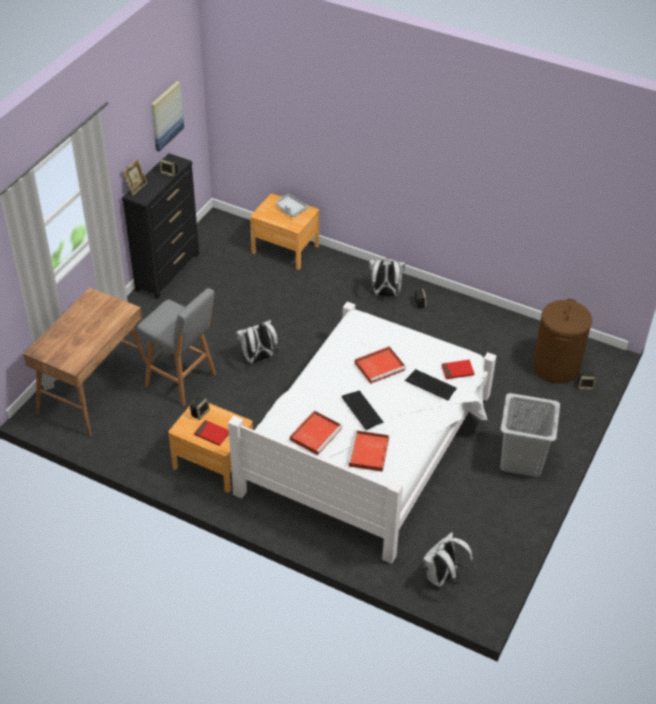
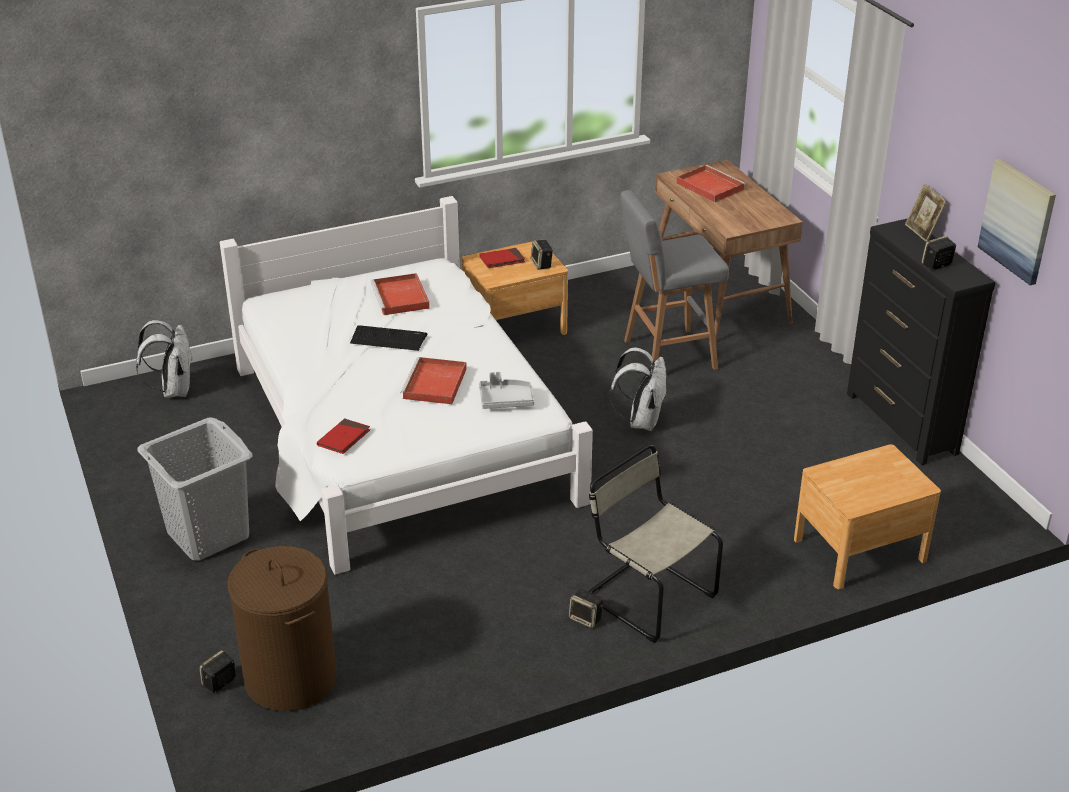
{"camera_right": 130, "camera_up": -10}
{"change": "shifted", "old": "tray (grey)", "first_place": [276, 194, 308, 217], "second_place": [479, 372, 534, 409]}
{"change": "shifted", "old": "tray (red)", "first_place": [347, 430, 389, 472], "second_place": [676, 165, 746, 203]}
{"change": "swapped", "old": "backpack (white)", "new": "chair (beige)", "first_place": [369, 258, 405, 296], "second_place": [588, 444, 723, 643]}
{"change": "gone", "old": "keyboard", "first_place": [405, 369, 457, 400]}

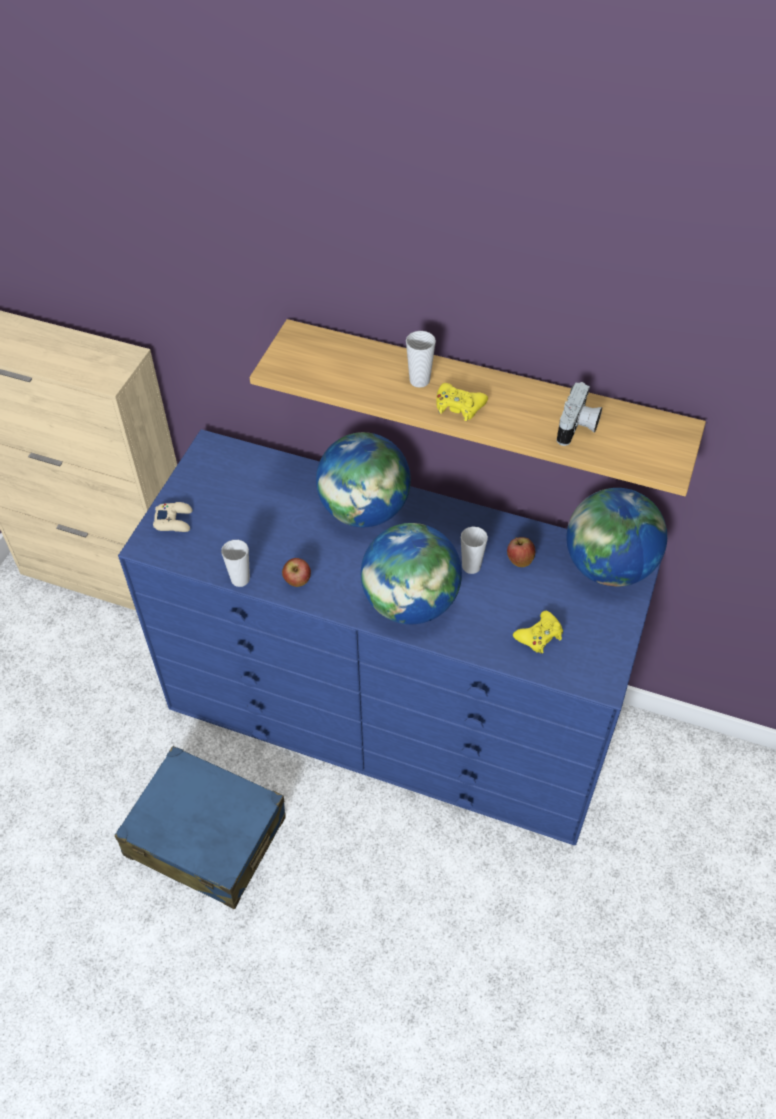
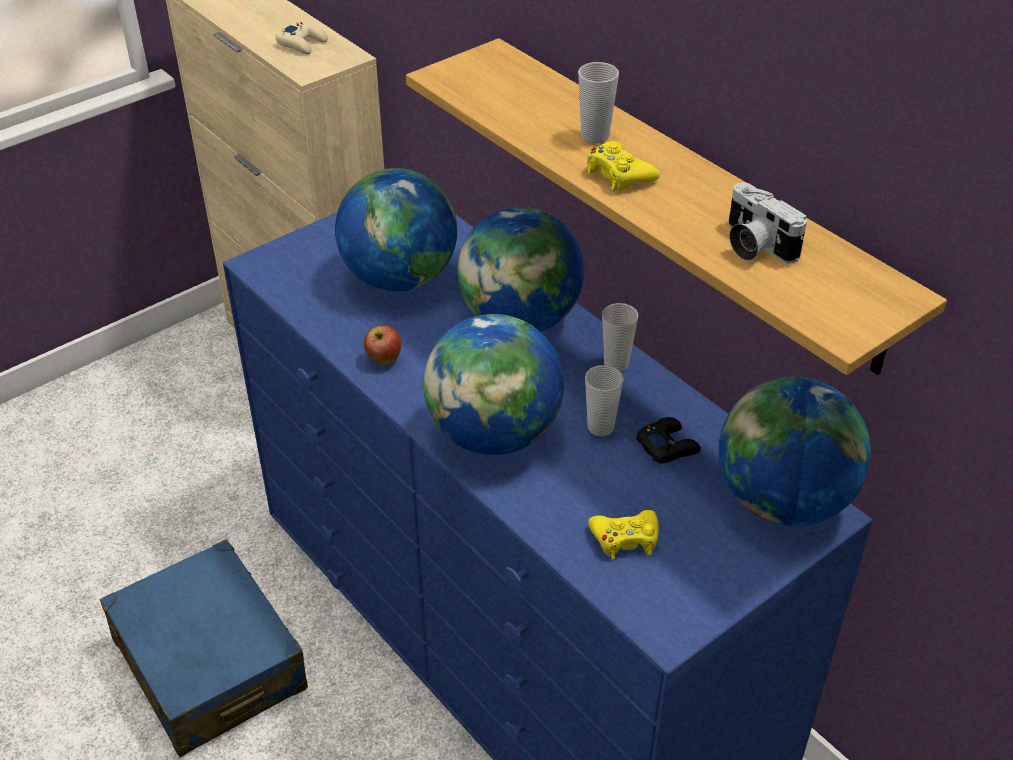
{"camera_right": 30, "camera_up": -10}
{"change": "shifted", "old": "game controller (beige)", "first_place": [153, 502, 192, 532], "second_place": [275, 22, 328, 54]}
{"change": "shifted", "old": "cup", "first_place": [221, 540, 250, 587], "second_place": [602, 303, 638, 371]}
{"change": "swapped", "old": "apple", "new": "game controller (black)", "first_place": [507, 537, 535, 567], "second_place": [636, 417, 701, 463]}
{"change": "rotated", "old": "photo camera", "first_place": [557, 382, 602, 446], "second_place": [729, 182, 807, 264], "degrees": 90}
{"change": "new", "new": "globe", "second_place": [335, 168, 457, 292]}

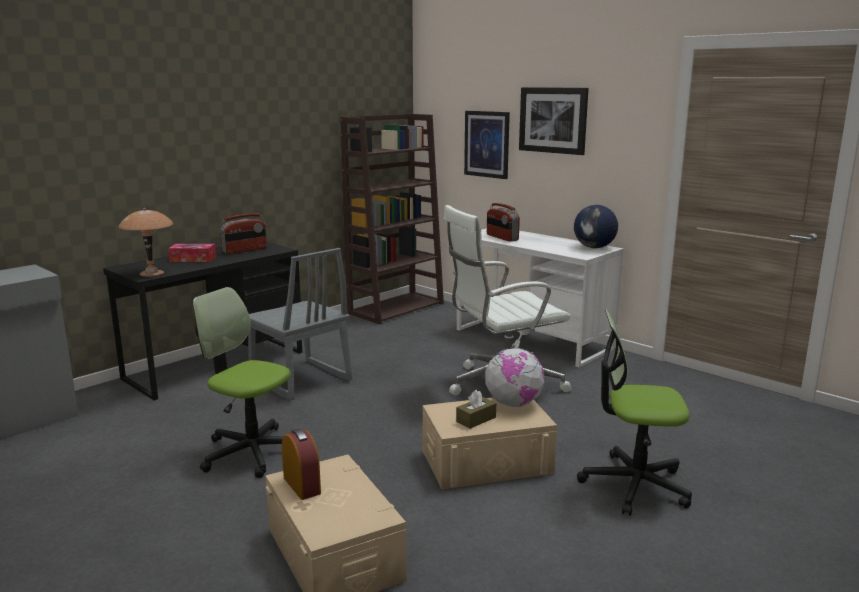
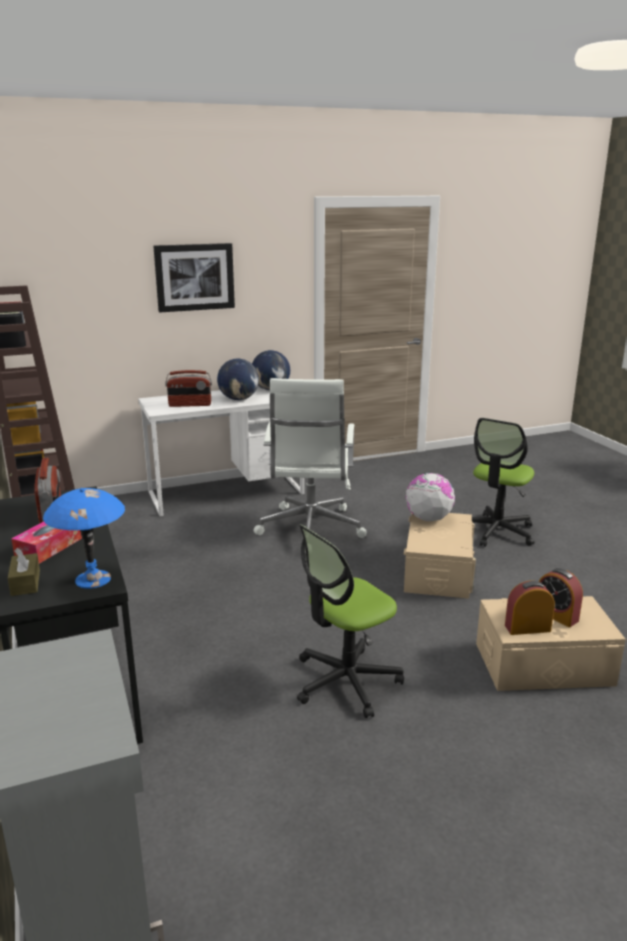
{"camera_right": -65, "camera_up": 5}
{"change": "repainted", "old": "table lamp (brown)", "new": "table lamp (blue)", "first_place": [118, 208, 173, 277], "second_place": [43, 488, 125, 589]}
{"change": "gone", "old": "chair (grey)", "first_place": [248, 248, 352, 400]}
{"change": "shifted", "old": "tissue box (brown)", "first_place": [456, 390, 496, 429], "second_place": [8, 547, 40, 596]}
{"change": "gone", "old": "picture", "first_place": [464, 111, 510, 179]}
{"change": "new", "new": "globe", "second_place": [217, 359, 259, 400]}
{"change": "new", "new": "alarm clock", "second_place": [539, 568, 583, 627]}

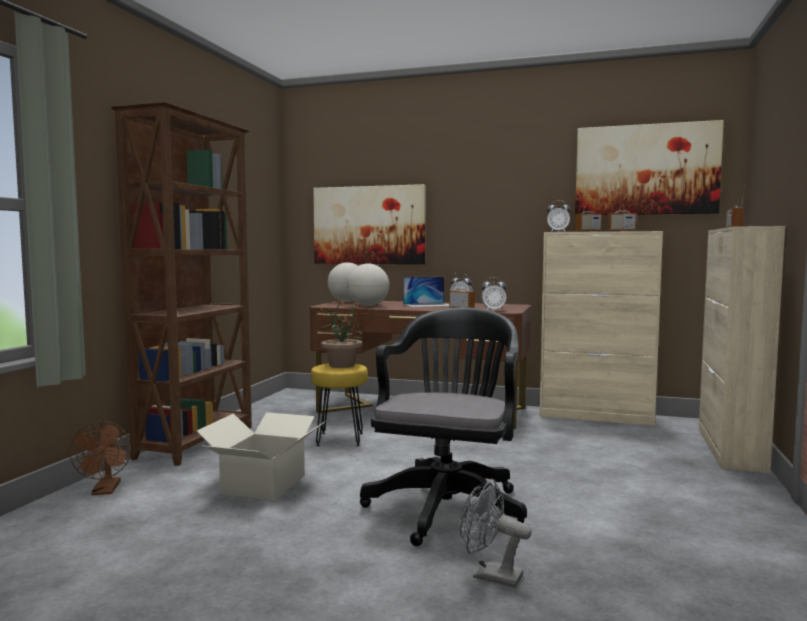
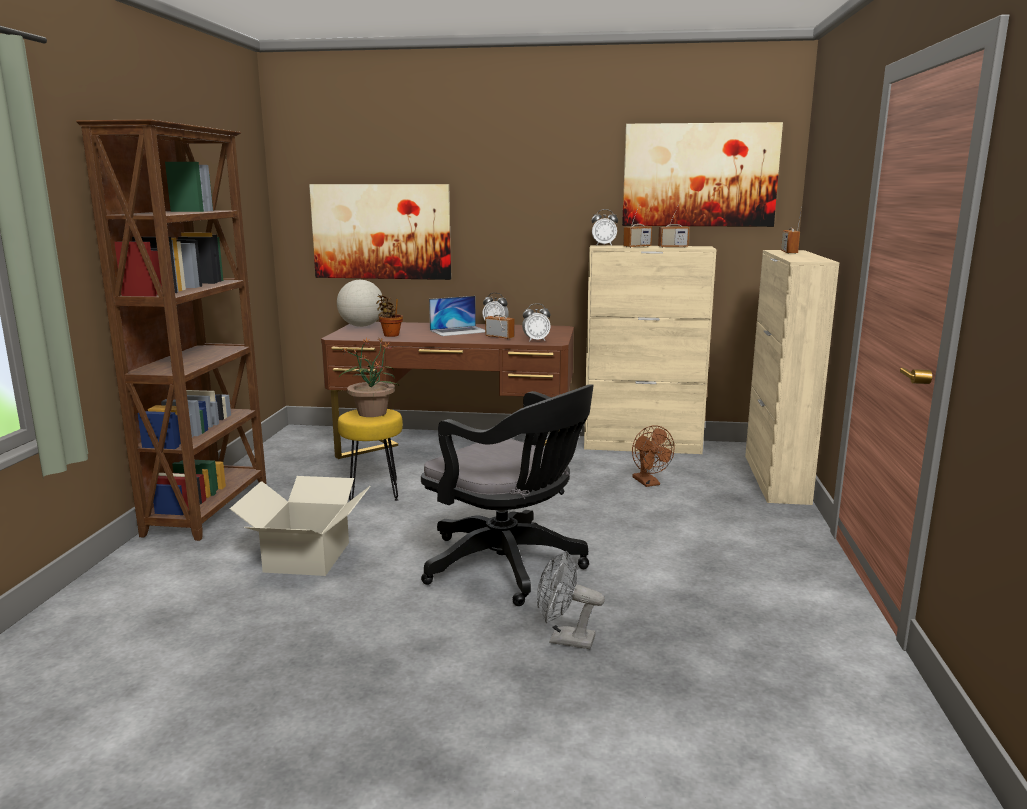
{"camera_right": -10, "camera_up": 10}
{"change": "shifted", "old": "fan (brown)", "first_place": [69, 421, 131, 495], "second_place": [632, 426, 675, 487]}
{"change": "swapped", "old": "globe", "new": "potted plant", "first_place": [347, 264, 389, 306], "second_place": [376, 294, 403, 337]}
{"change": "rotated", "old": "office chair (black)", "first_place": [360, 307, 527, 546], "second_place": [421, 384, 594, 606], "degrees": 120}

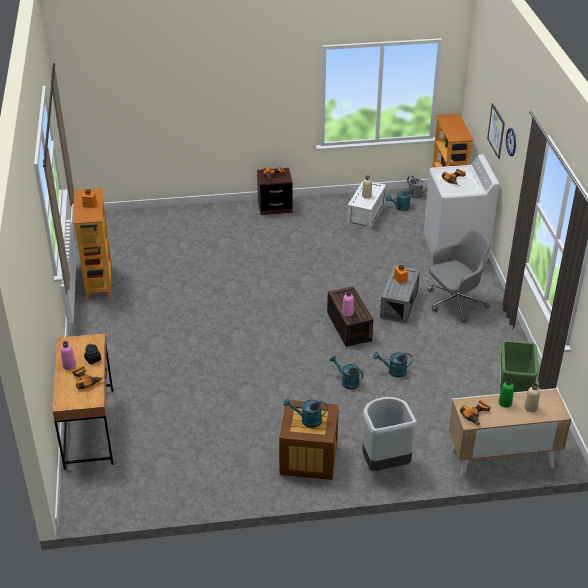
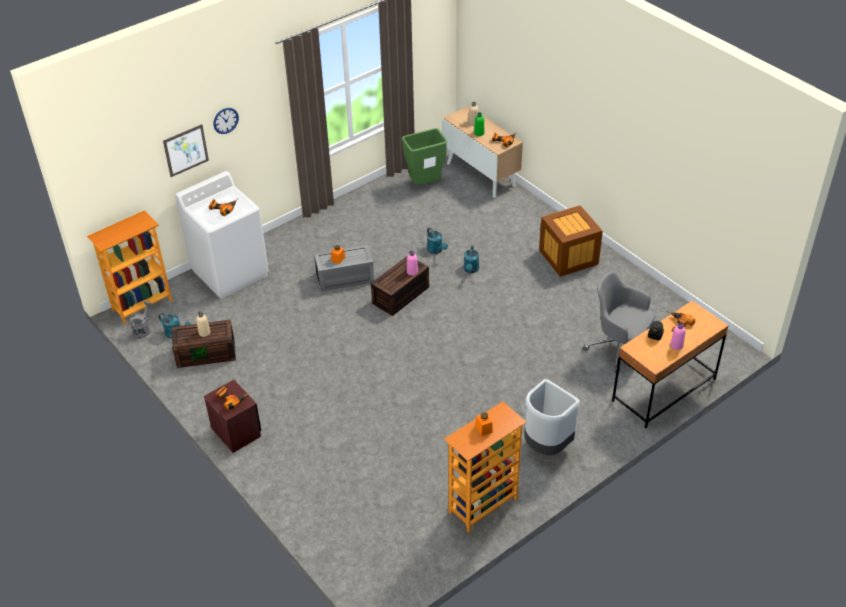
{"camera_right": -120, "camera_up": 5}
{"change": "gone", "old": "watering can (turquoise)", "first_place": [283, 398, 328, 428]}
{"change": "repainted", "old": "storage box (white)", "new": "storage box (brown)", "first_place": [347, 180, 386, 230], "second_place": [172, 320, 236, 368]}
{"change": "shifted", "old": "trash can (grey)", "first_place": [363, 397, 417, 471], "second_place": [525, 379, 580, 455]}
{"change": "shifted", "old": "office chair (grey)", "first_place": [427, 229, 491, 323], "second_place": [583, 272, 655, 373]}

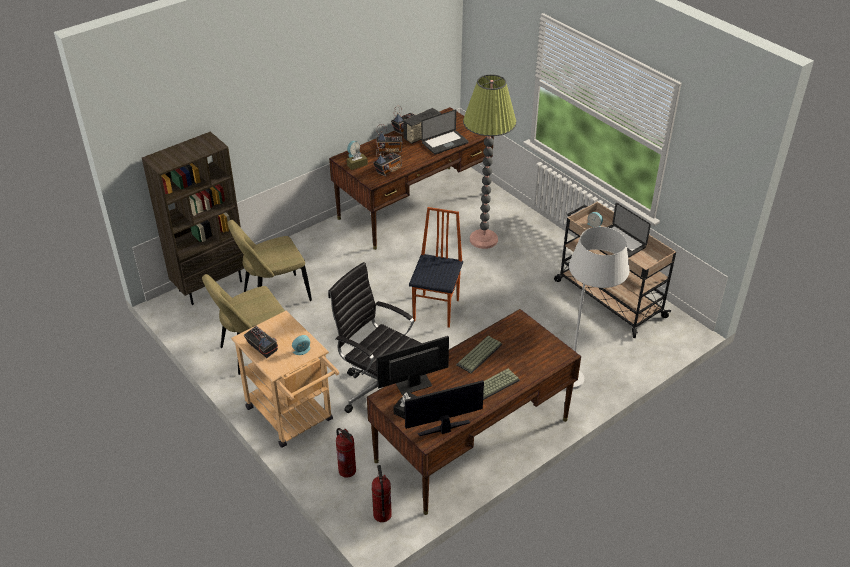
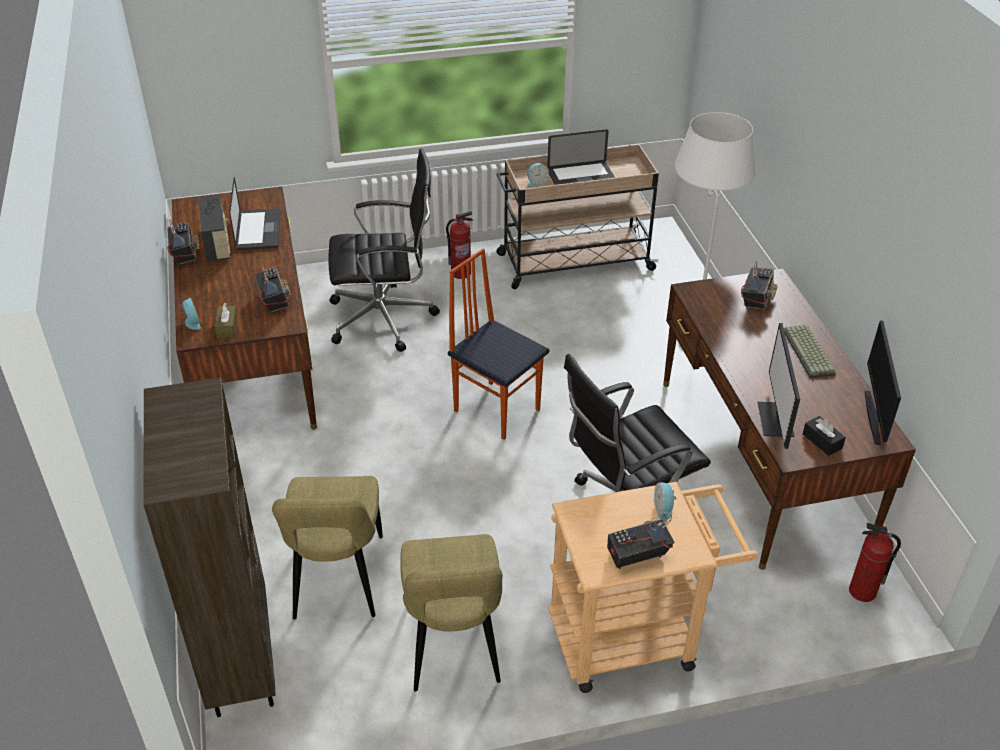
{"camera_right": -65, "camera_up": 0}
{"change": "shifted", "old": "fire extinguisher", "first_place": [336, 428, 356, 478], "second_place": [446, 211, 473, 279]}
{"change": "shifted", "old": "radio", "first_place": [376, 124, 403, 154], "second_place": [741, 261, 778, 310]}
{"change": "gone", "old": "keyboard", "first_place": [456, 336, 502, 373]}
{"change": "swapped", "old": "floor lamp", "new": "office chair (black)", "first_place": [463, 74, 516, 249], "second_place": [328, 149, 440, 352]}

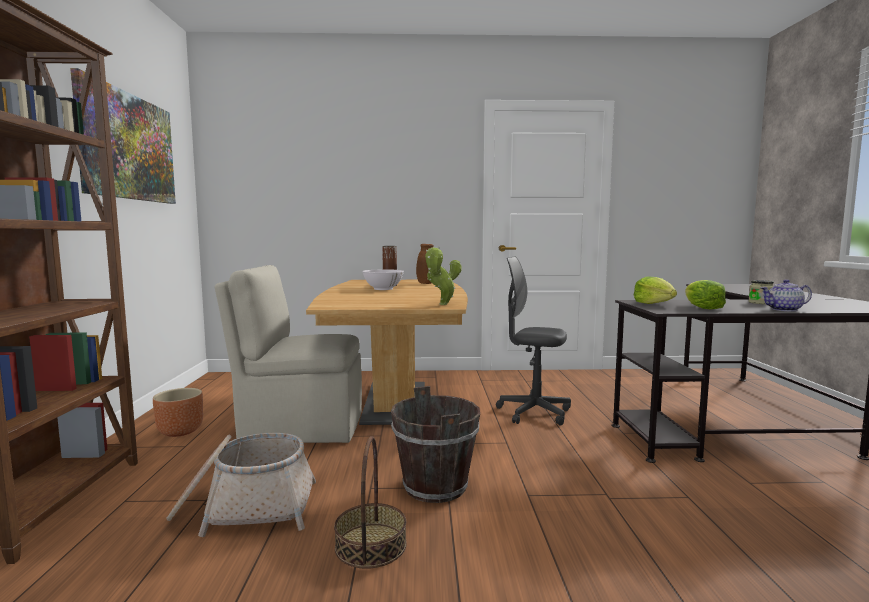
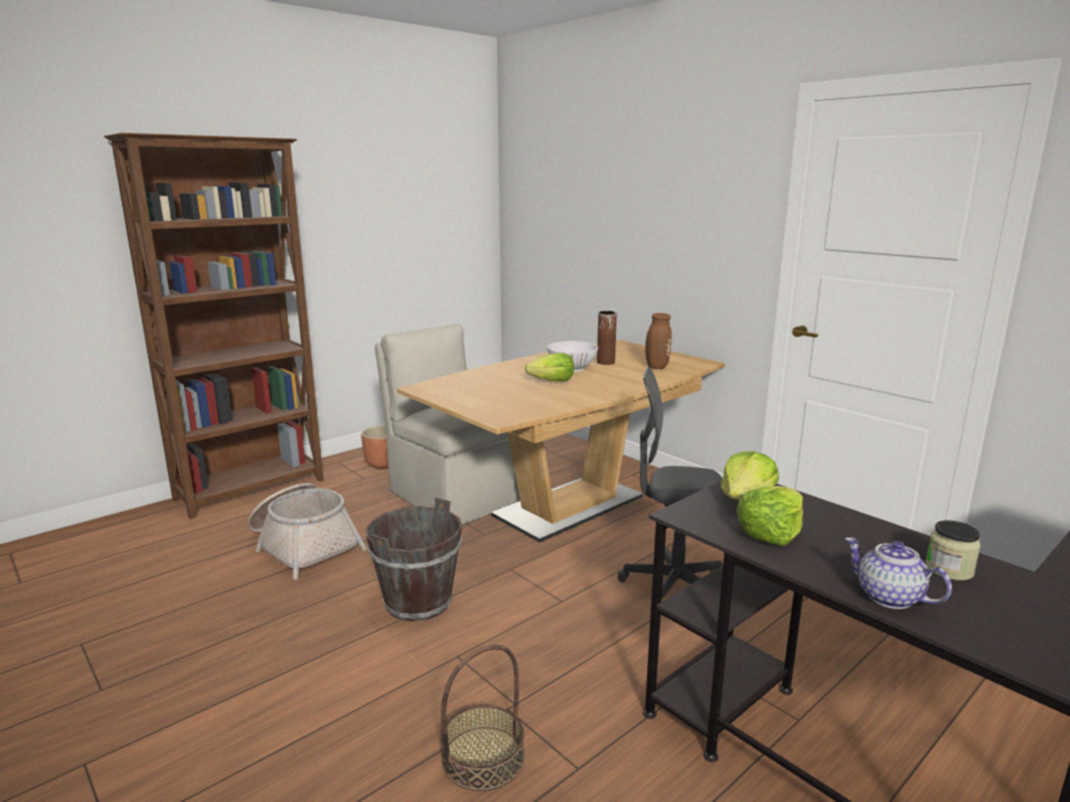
{"camera_right": 50, "camera_up": 10}
{"change": "gone", "old": "picture", "first_place": [70, 68, 176, 204]}
{"change": "shifted", "old": "basket", "first_place": [334, 436, 407, 569], "second_place": [441, 645, 524, 791]}
{"change": "gone", "old": "potted plant", "first_place": [425, 246, 462, 305]}
{"change": "rotated", "old": "office chair (grey)", "first_place": [496, 257, 571, 426], "second_place": [618, 367, 722, 599], "degrees": -60}
{"change": "new", "new": "lettuce", "second_place": [525, 353, 574, 382]}

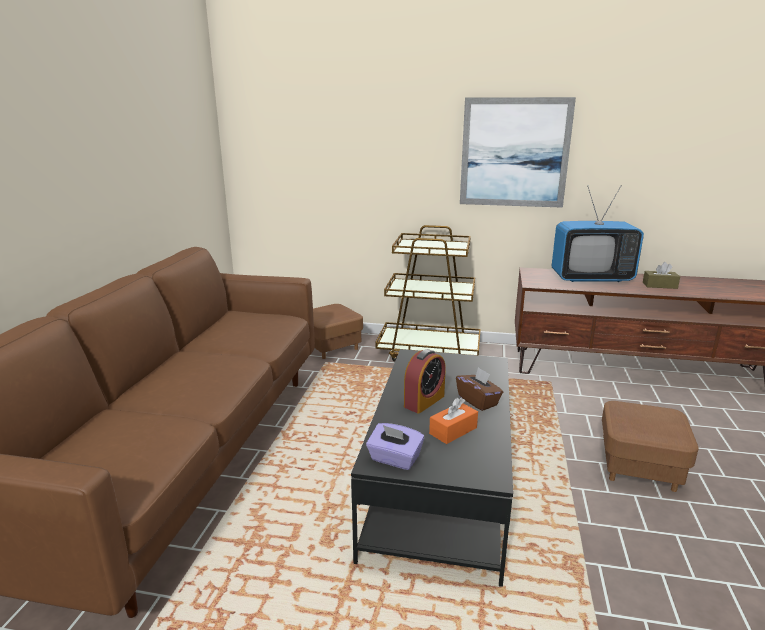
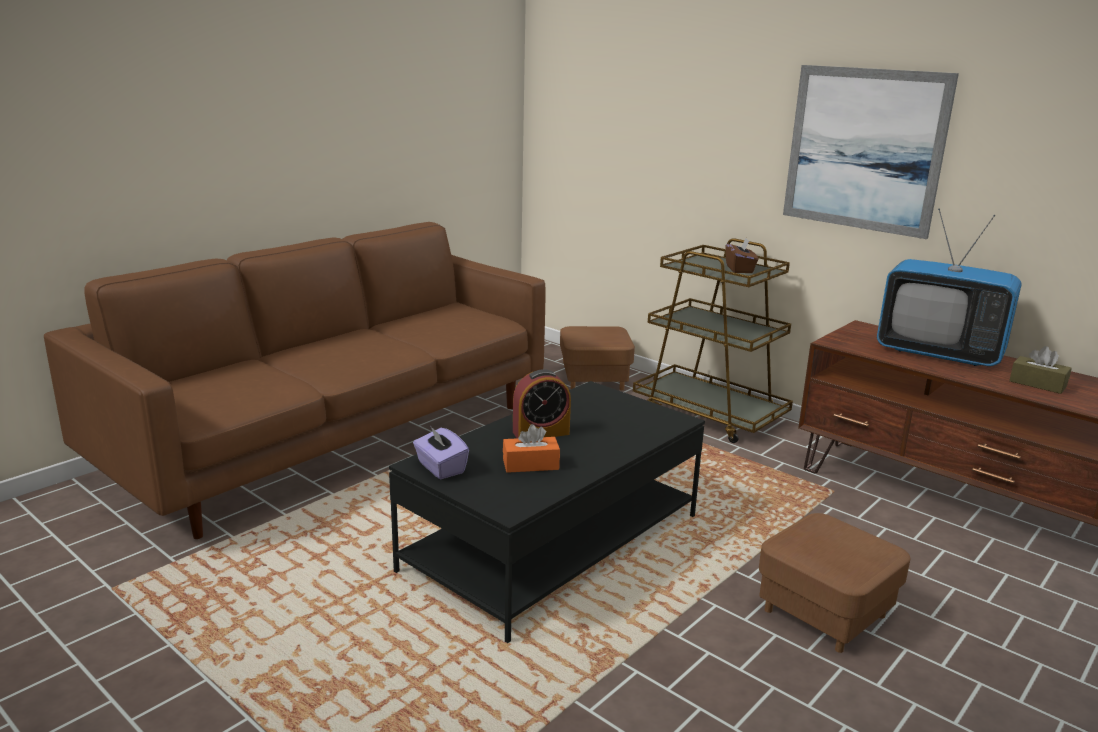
{"camera_right": 30, "camera_up": 0}
{"change": "shifted", "old": "tissue box (brown)", "first_place": [456, 367, 503, 411], "second_place": [725, 238, 758, 273]}

